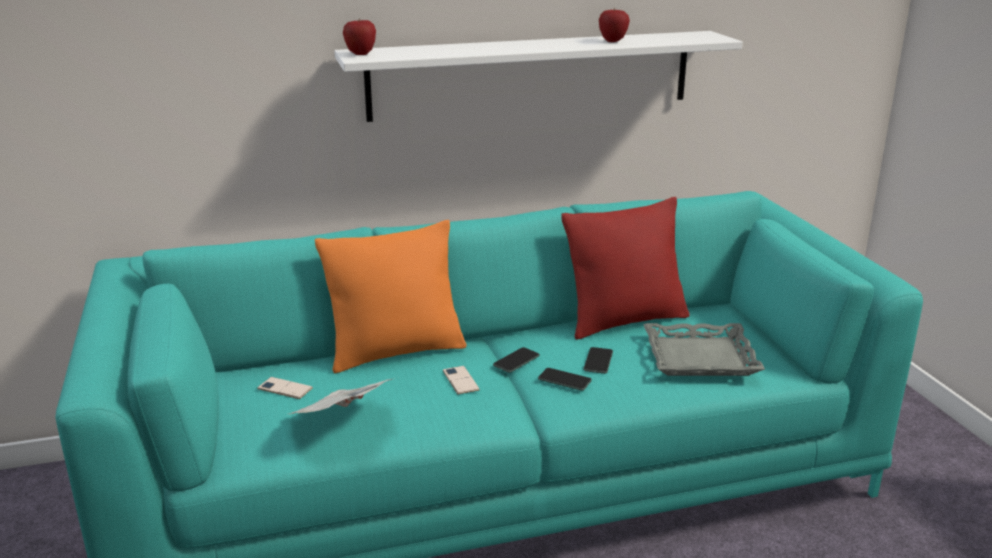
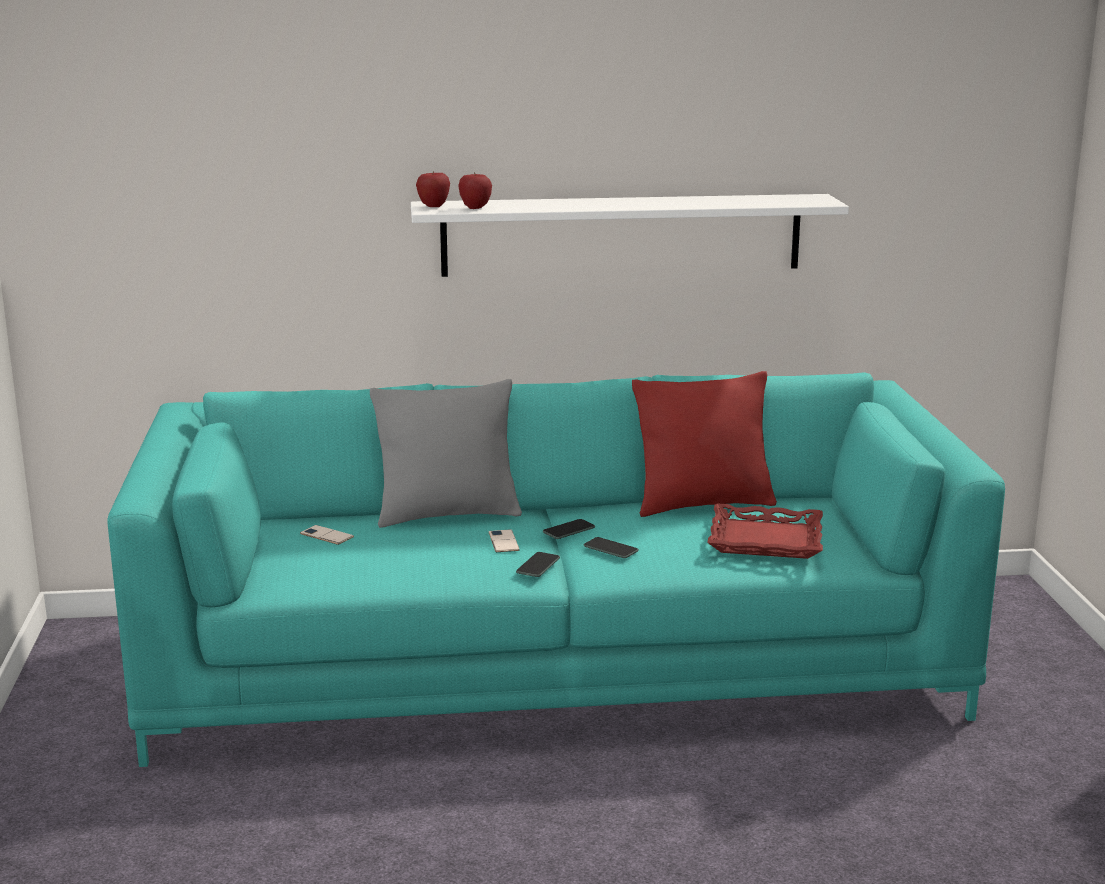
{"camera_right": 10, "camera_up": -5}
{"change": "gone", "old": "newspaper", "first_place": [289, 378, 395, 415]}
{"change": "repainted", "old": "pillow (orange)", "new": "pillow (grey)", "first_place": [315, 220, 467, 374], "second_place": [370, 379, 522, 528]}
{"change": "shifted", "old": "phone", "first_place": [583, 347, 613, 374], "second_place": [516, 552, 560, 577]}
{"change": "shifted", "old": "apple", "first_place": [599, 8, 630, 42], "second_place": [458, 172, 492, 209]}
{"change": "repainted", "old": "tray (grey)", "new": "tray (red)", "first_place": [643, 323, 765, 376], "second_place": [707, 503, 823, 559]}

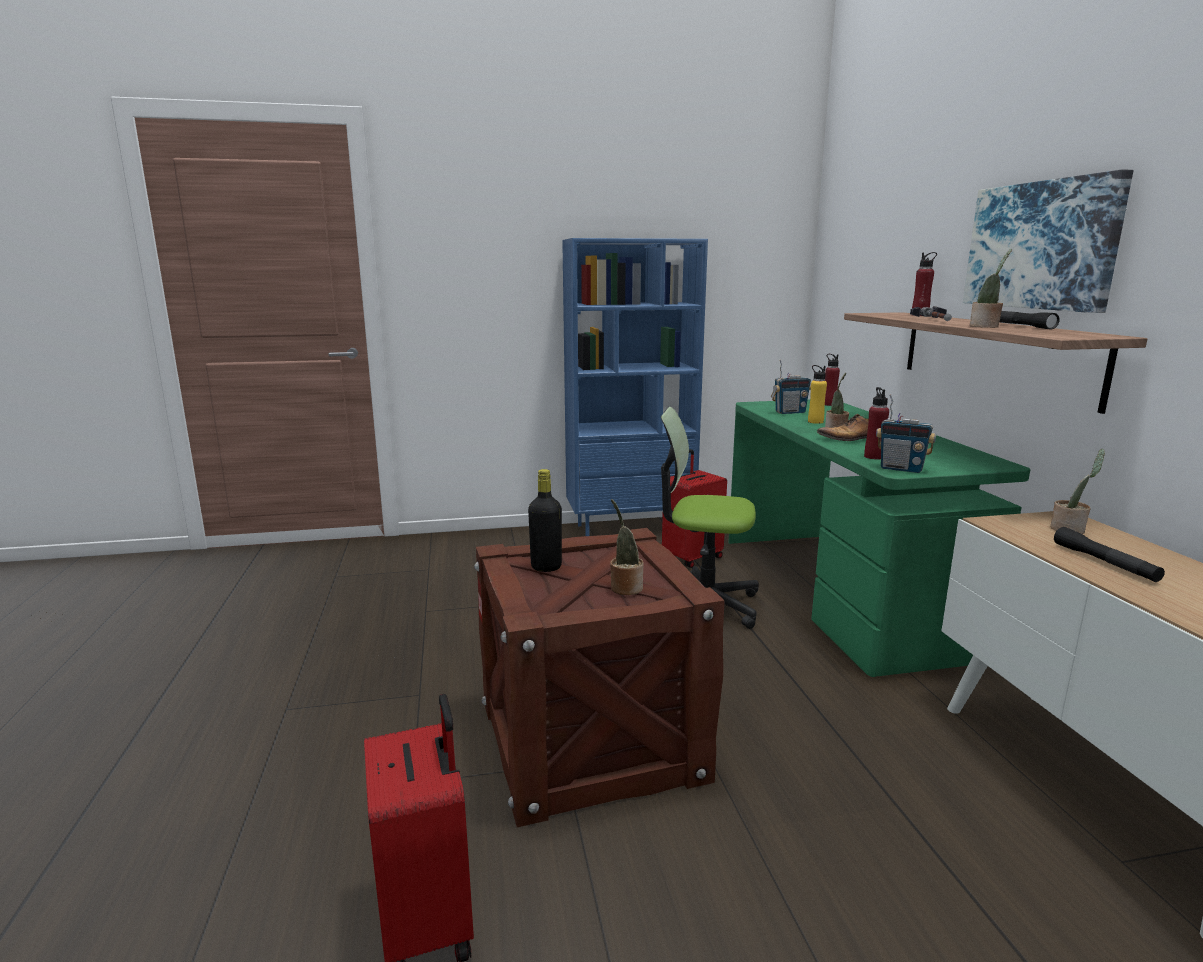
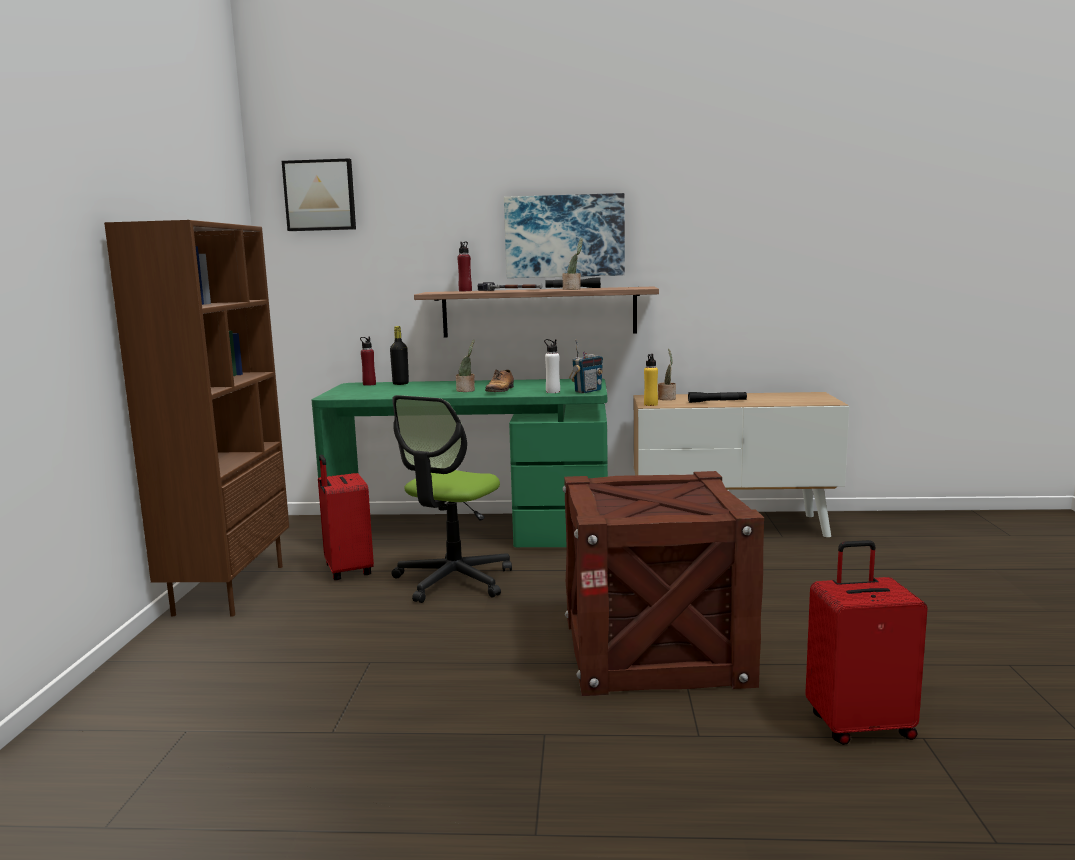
{"camera_right": -75, "camera_up": -5}
{"change": "shifted", "old": "bottle (black)", "first_place": [528, 469, 562, 572], "second_place": [390, 326, 409, 385]}
{"change": "repainted", "old": "bookcase (blue)", "new": "bookcase (brown)", "first_place": [562, 238, 708, 536], "second_place": [104, 220, 289, 617]}
{"change": "gone", "old": "potted plant", "first_place": [610, 499, 644, 595]}
{"change": "gone", "old": "radio", "first_place": [771, 359, 811, 414]}
{"change": "shifted", "old": "bottle (yellow)", "first_place": [808, 365, 827, 424], "second_place": [644, 354, 658, 406]}
{"change": "repainted", "old": "bottle (red)", "new": "bottle (white)", "first_place": [864, 387, 889, 459], "second_place": [544, 339, 560, 393]}
{"change": "new", "new": "picture", "second_place": [282, 158, 356, 231]}

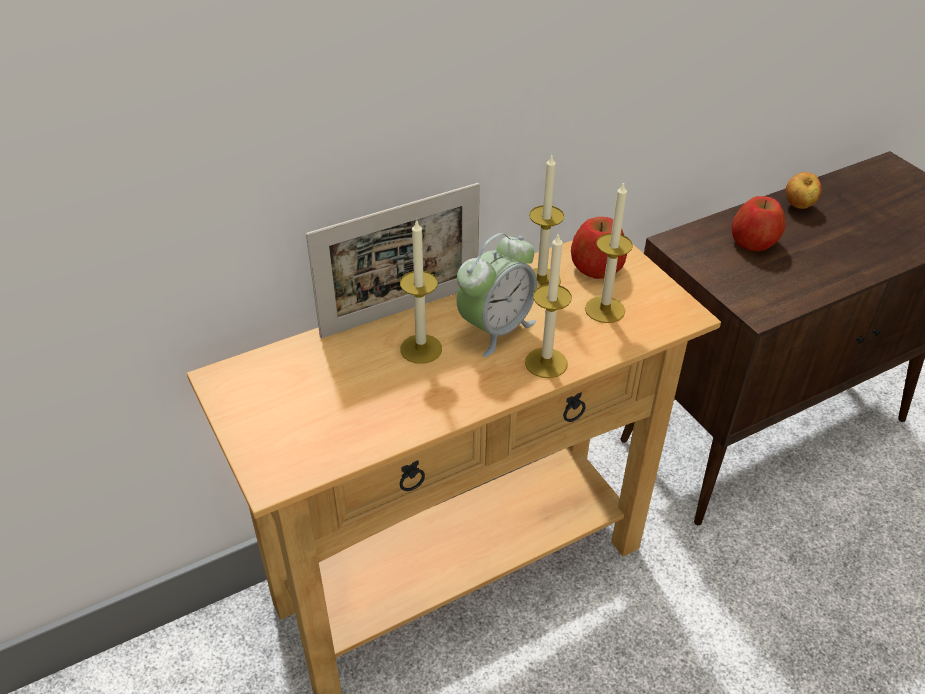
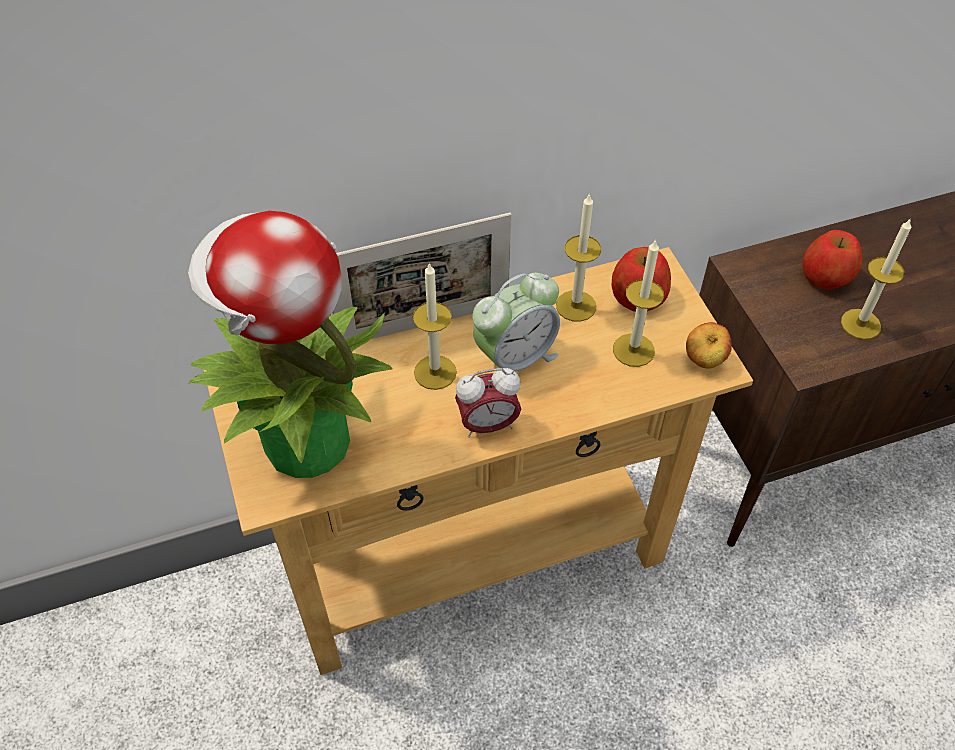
{"camera_right": 10, "camera_up": 10}
{"change": "shifted", "old": "candle", "first_place": [525, 232, 572, 378], "second_place": [841, 218, 911, 340]}
{"change": "shifted", "old": "apple", "first_place": [785, 172, 822, 209], "second_place": [686, 322, 732, 369]}
{"change": "new", "new": "potted plant", "second_place": [188, 211, 393, 478]}
{"change": "new", "new": "alarm clock", "second_place": [455, 368, 521, 438]}

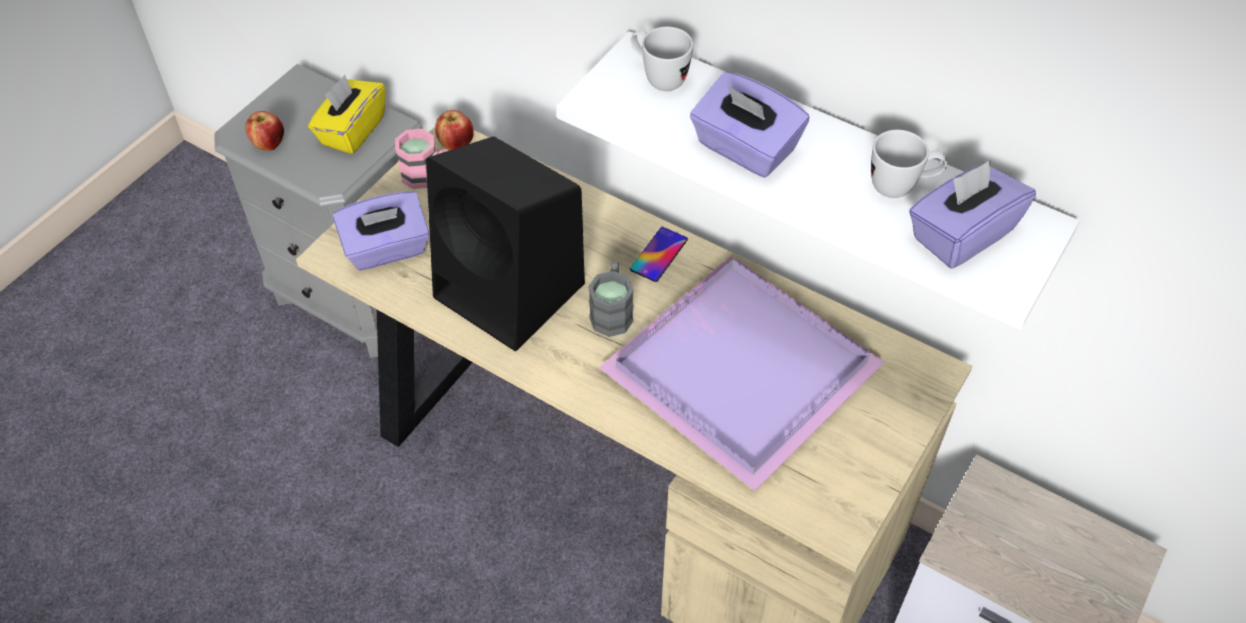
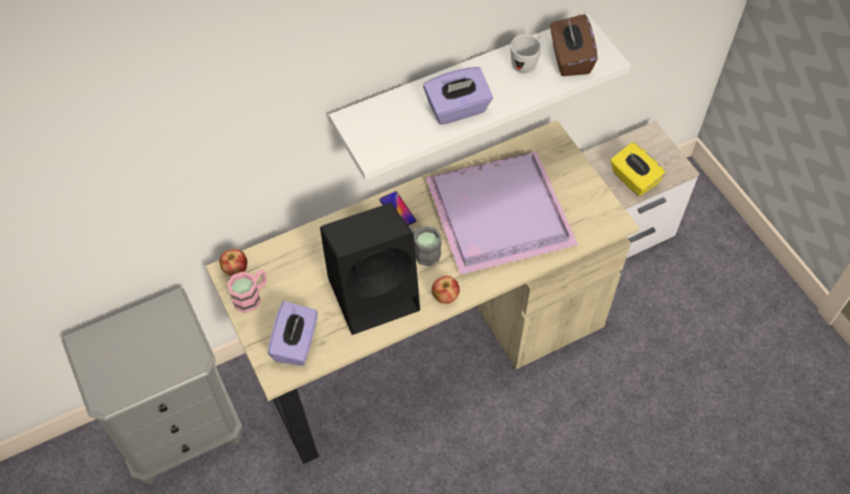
{"camera_right": -60, "camera_up": 5}
{"change": "shifted", "old": "apple", "first_place": [245, 111, 284, 151], "second_place": [432, 276, 460, 304]}
{"change": "shifted", "old": "tissue box (yellow)", "first_place": [308, 75, 385, 154], "second_place": [611, 142, 665, 196]}
{"change": "gone", "old": "mug (white)", "first_place": [631, 27, 693, 91]}
{"change": "repainted", "old": "tissue box (purple)", "new": "tissue box (brown)", "first_place": [909, 160, 1036, 269], "second_place": [550, 14, 598, 76]}

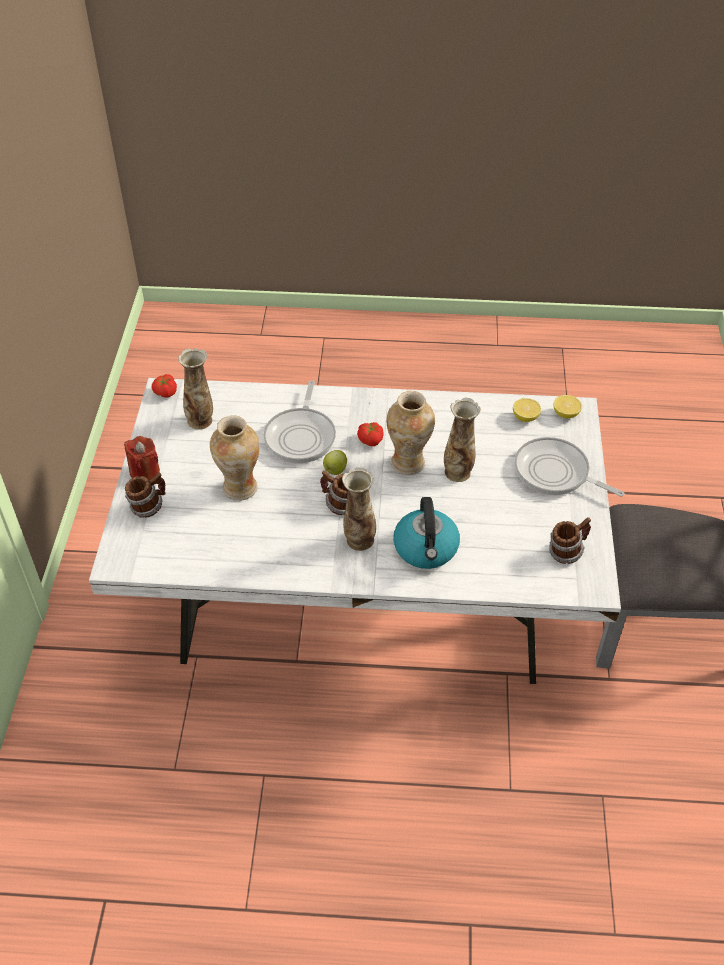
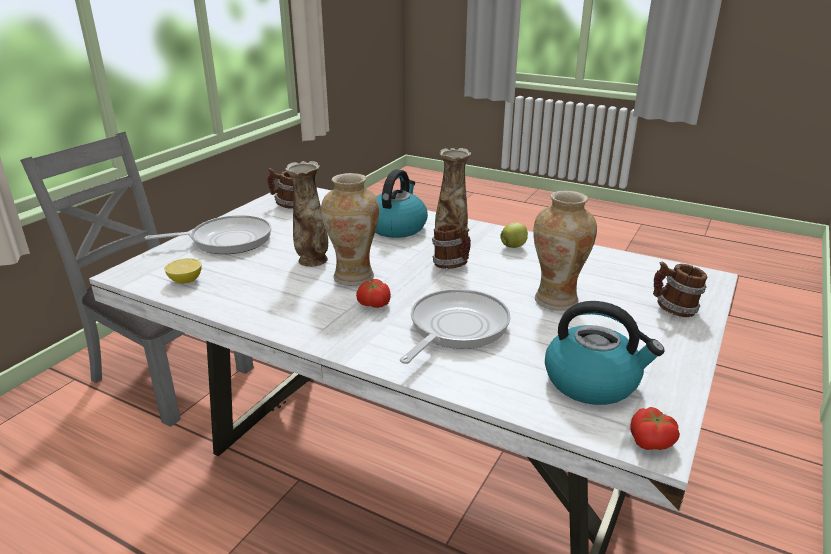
{"camera_right": -155, "camera_up": -20}
{"change": "gone", "old": "candle (red)", "first_place": [124, 436, 160, 480]}
{"change": "swapped", "old": "vase", "new": "kettle", "first_place": [178, 348, 213, 430], "second_place": [545, 301, 664, 405]}
{"change": "shifted", "old": "apple", "first_place": [323, 450, 347, 475], "second_place": [500, 223, 528, 248]}
{"change": "rotated", "old": "frying pan", "first_place": [515, 437, 625, 497], "second_place": [145, 215, 271, 254], "degrees": -75}
{"change": "gone", "old": "lemon", "first_place": [554, 395, 582, 419]}

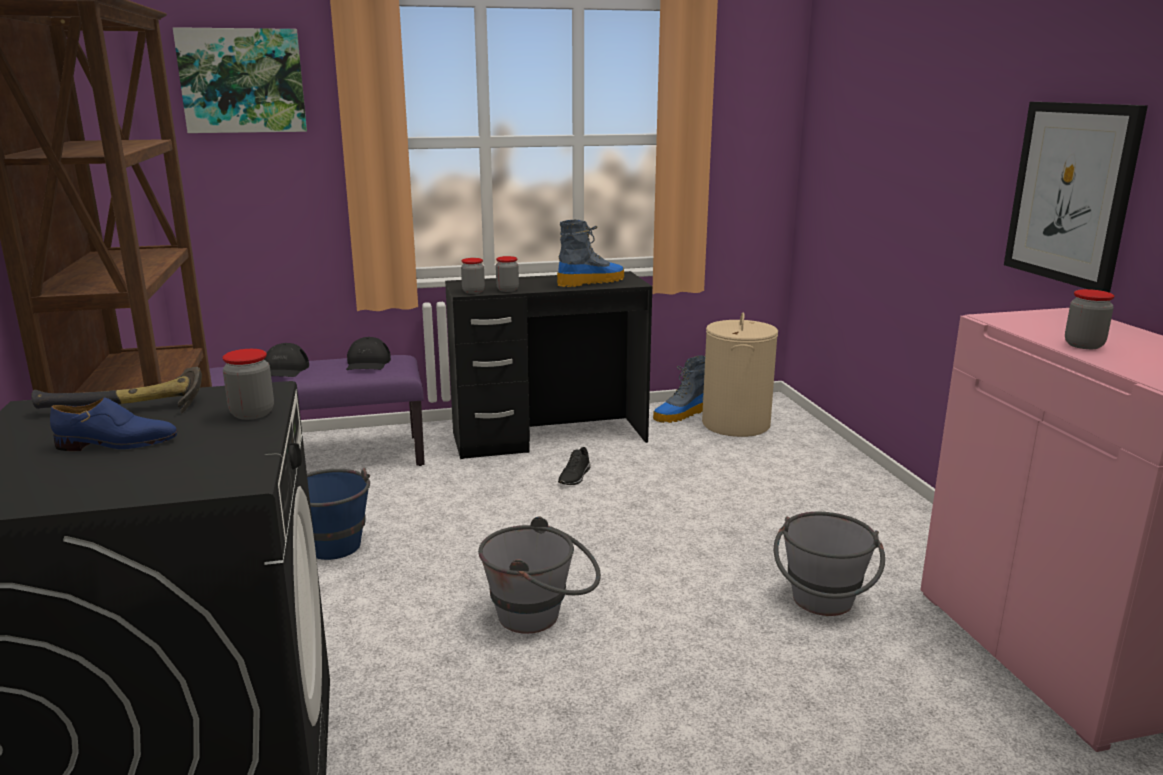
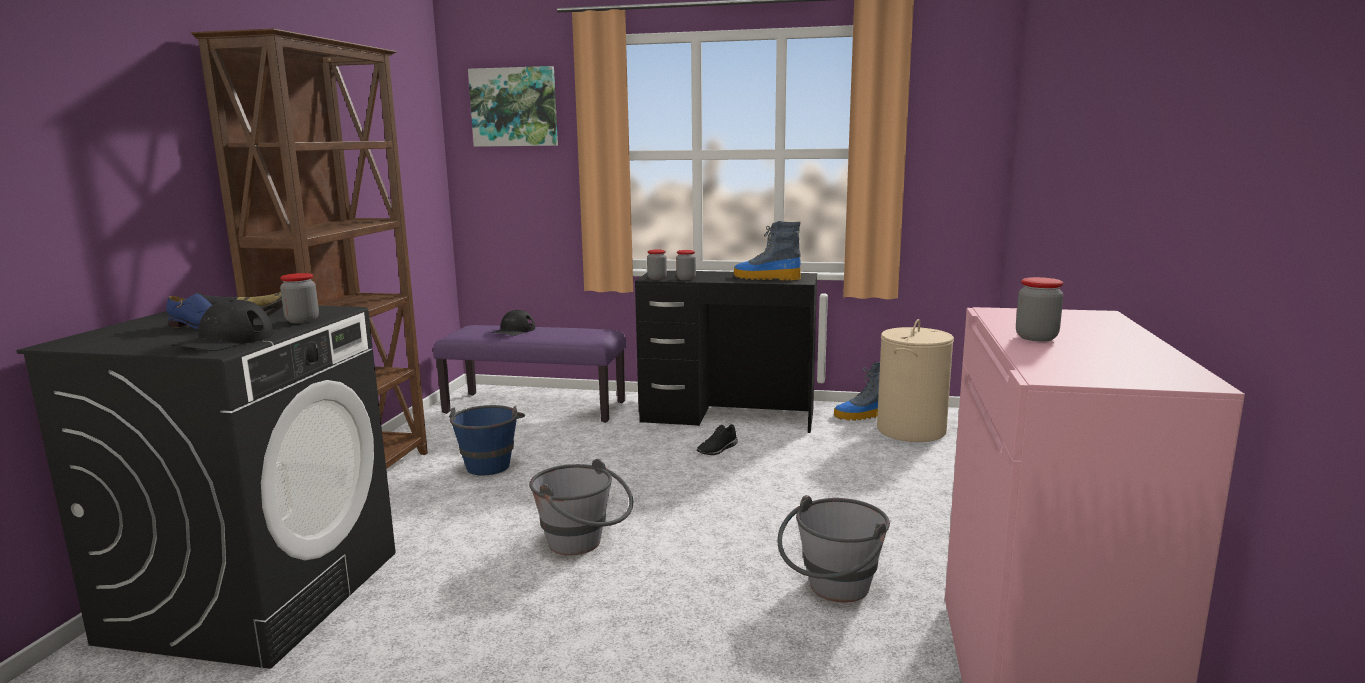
{"camera_right": 25, "camera_up": -5}
{"change": "shifted", "old": "cap (black)", "first_place": [346, 337, 391, 370], "second_place": [171, 300, 274, 351]}
{"change": "rotated", "old": "boot", "first_place": [557, 220, 624, 287], "second_place": [734, 221, 801, 280], "degrees": -150}
{"change": "gone", "old": "picture", "first_place": [1004, 102, 1148, 293]}

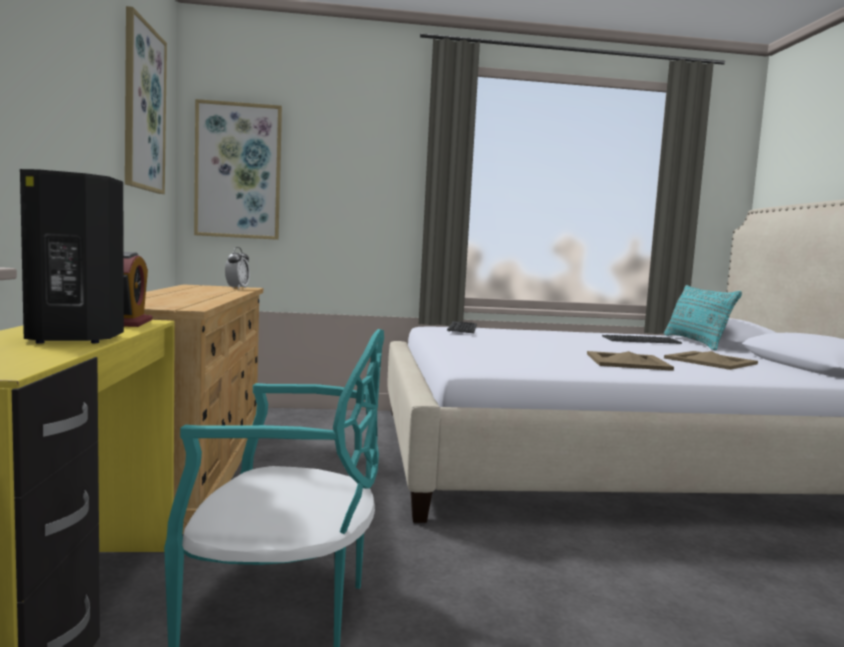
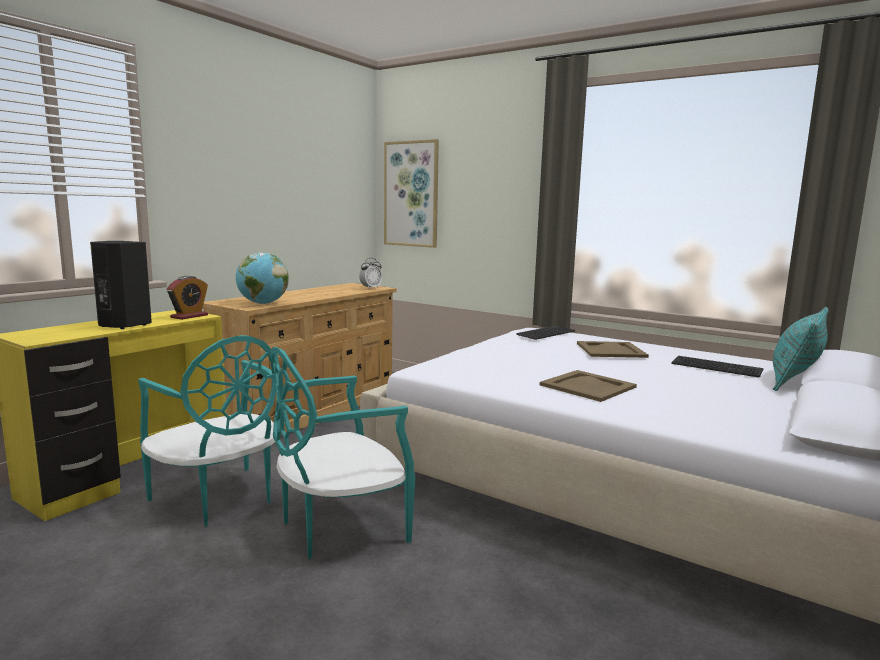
{"camera_right": 40, "camera_up": 5}
{"change": "gone", "old": "picture", "first_place": [125, 6, 167, 194]}
{"change": "shifted", "old": "tray (beige)", "first_place": [664, 351, 758, 370], "second_place": [577, 341, 649, 358]}
{"change": "new", "new": "globe", "second_place": [236, 252, 289, 304]}
{"change": "new", "new": "chair (turquoise)", "second_place": [270, 347, 415, 559]}

